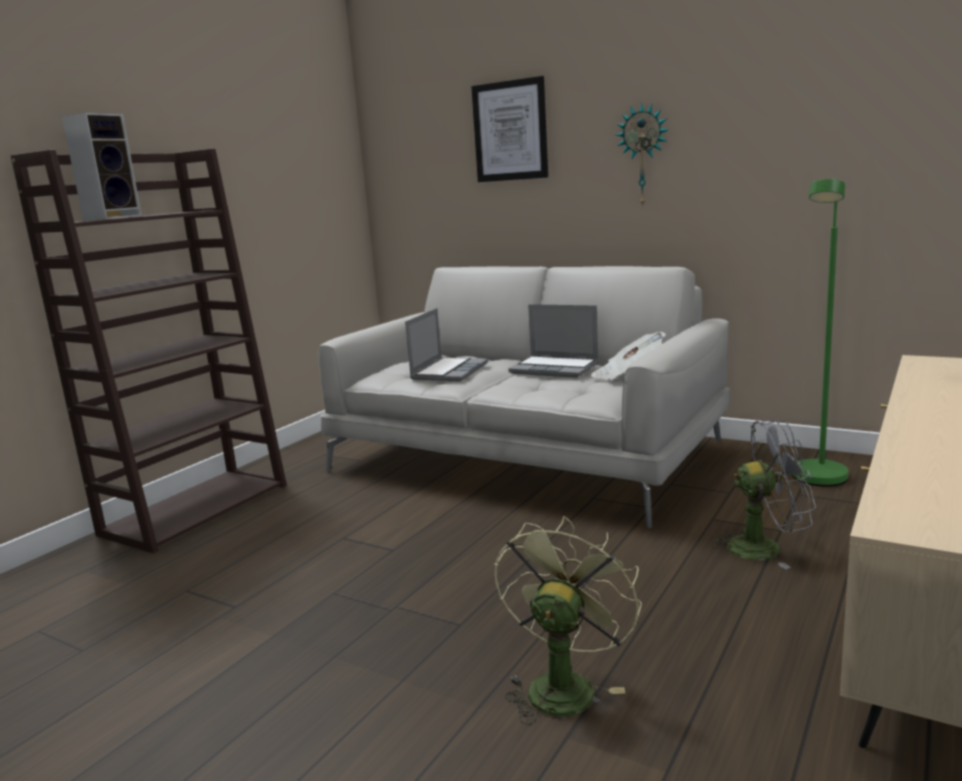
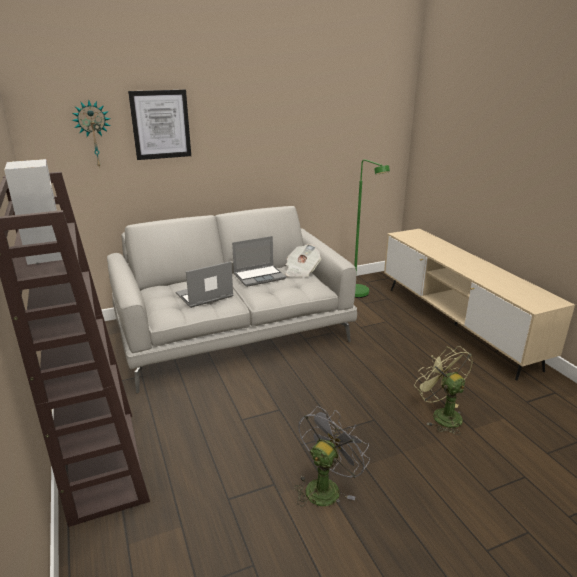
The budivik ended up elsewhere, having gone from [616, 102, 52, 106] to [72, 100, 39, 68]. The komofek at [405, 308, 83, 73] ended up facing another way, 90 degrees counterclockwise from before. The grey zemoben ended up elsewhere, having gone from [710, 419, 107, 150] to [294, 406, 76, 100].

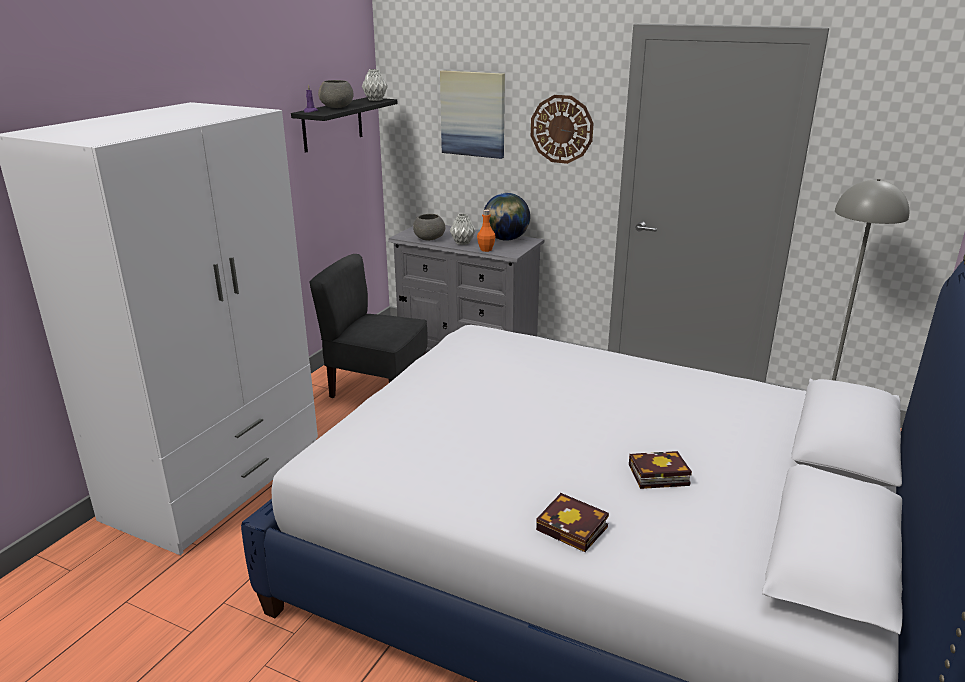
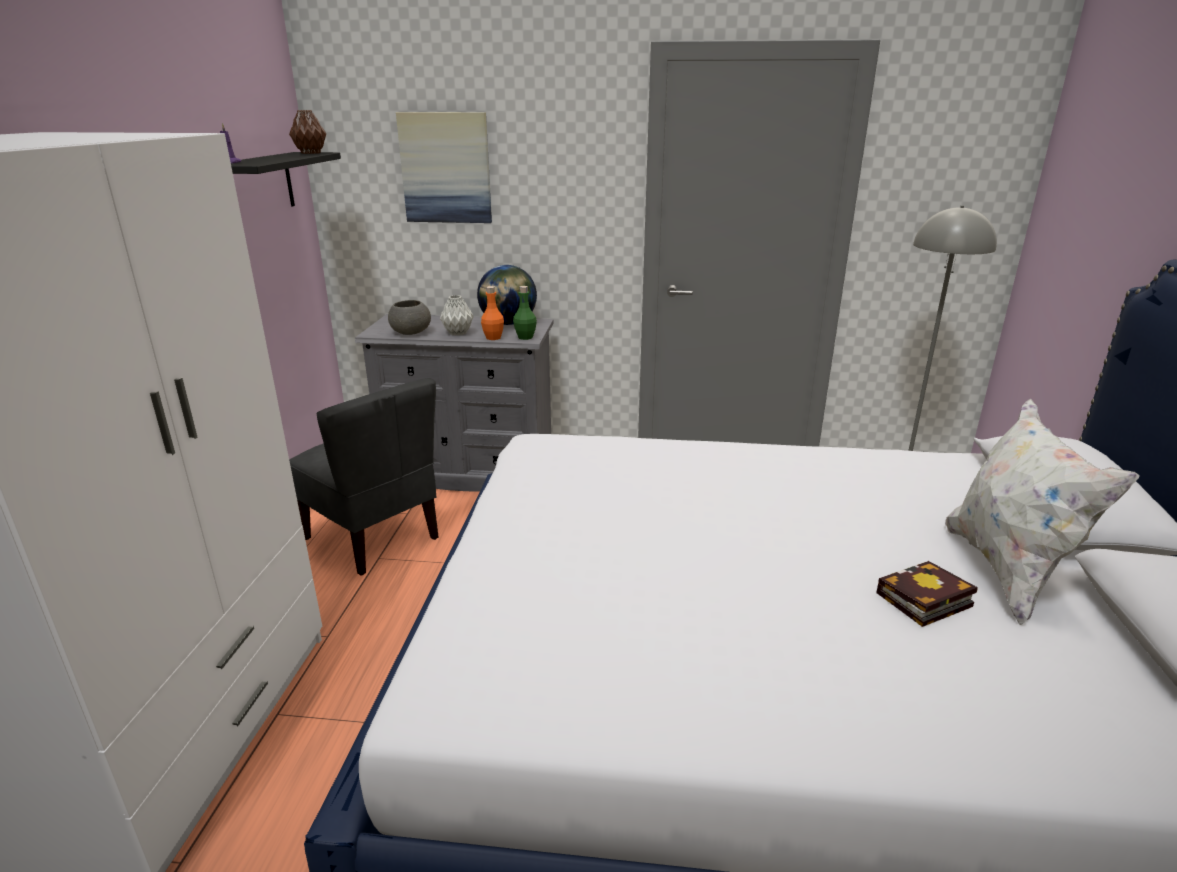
What was the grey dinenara at [362, 69, 26, 32] turned into the brown dinenara at [289, 110, 37, 44]. The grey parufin at [310, 254, 118, 144] ended up facing another way, 135 degrees counterclockwise from before. The second view gained the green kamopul at [513, 286, 24, 54]. The second view gained the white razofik at [945, 399, 194, 226]. The second view lost the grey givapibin at [318, 80, 36, 28]. The second view lost the budivik at [531, 95, 63, 69]. The second view lost the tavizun at [536, 493, 73, 59].

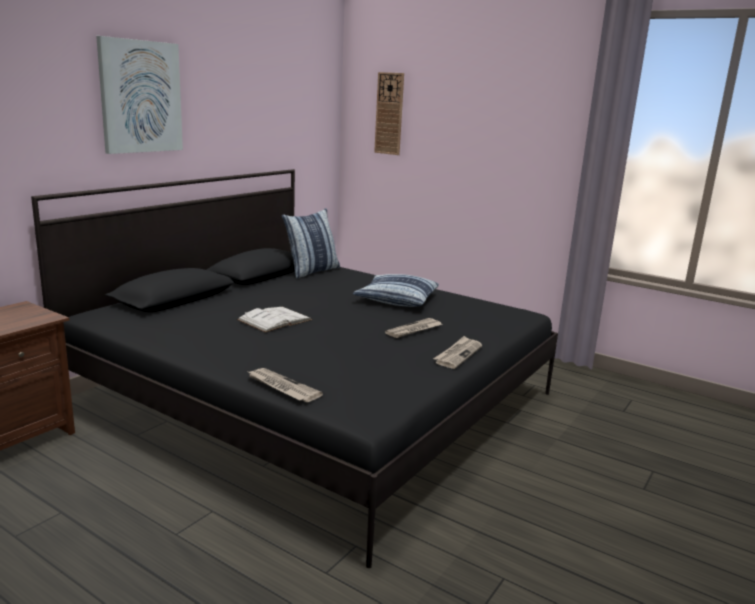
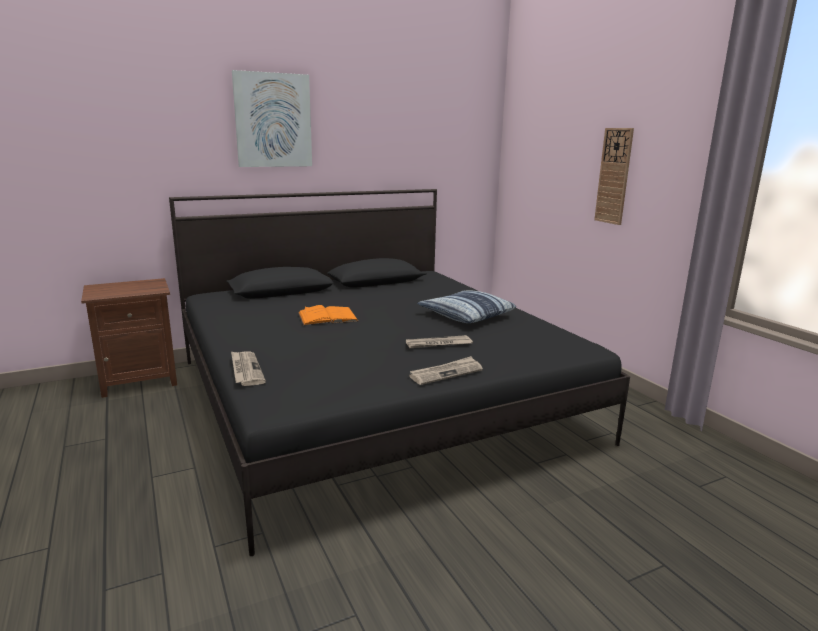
What was the white tavizun at [237, 307, 75, 26] turned into the orange tavizun at [298, 305, 60, 20]. The budivik ended up elsewhere, having gone from [374, 72, 30, 83] to [594, 128, 40, 97]. The second view lost the razofik at [282, 208, 58, 70].

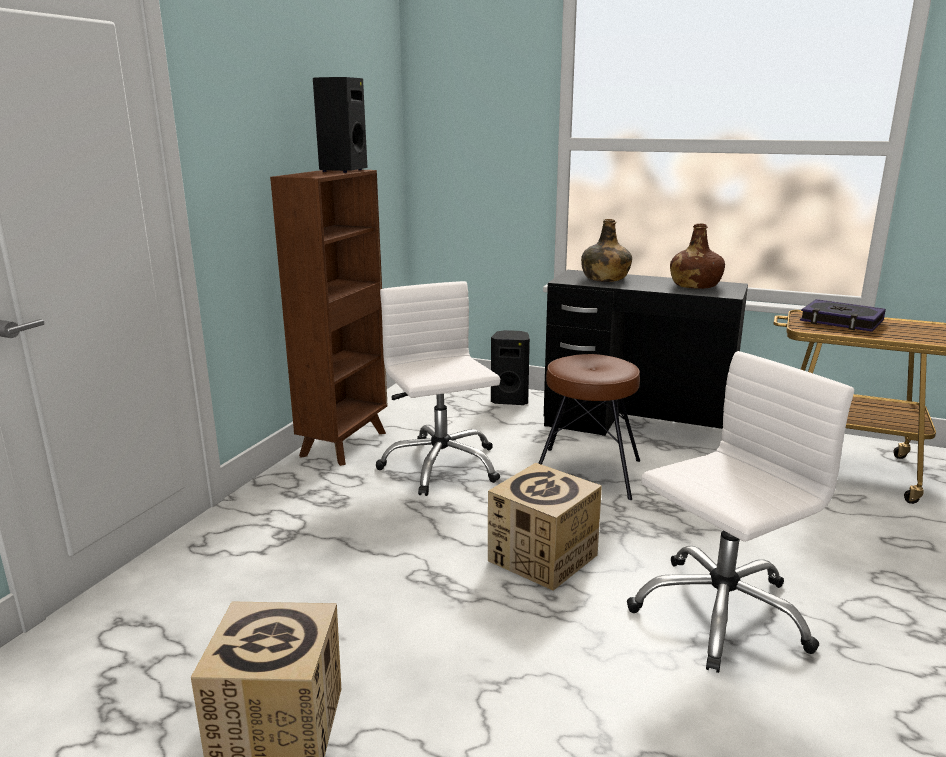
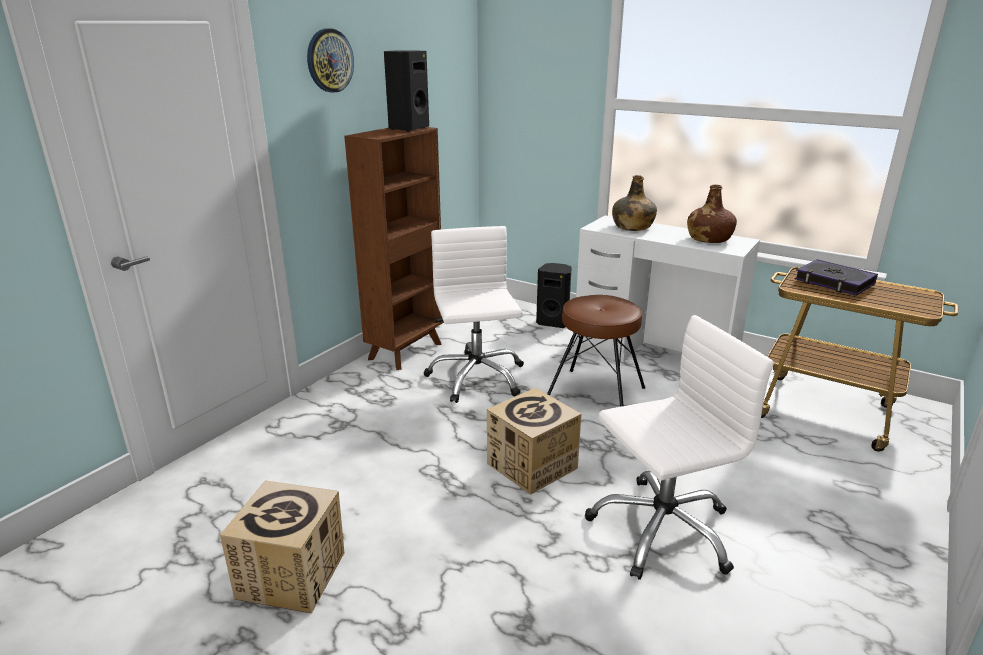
The second view gained the budivik at [307, 28, 47, 65]. What was the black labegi at [544, 270, 204, 166] turned into the white labegi at [574, 215, 186, 147].

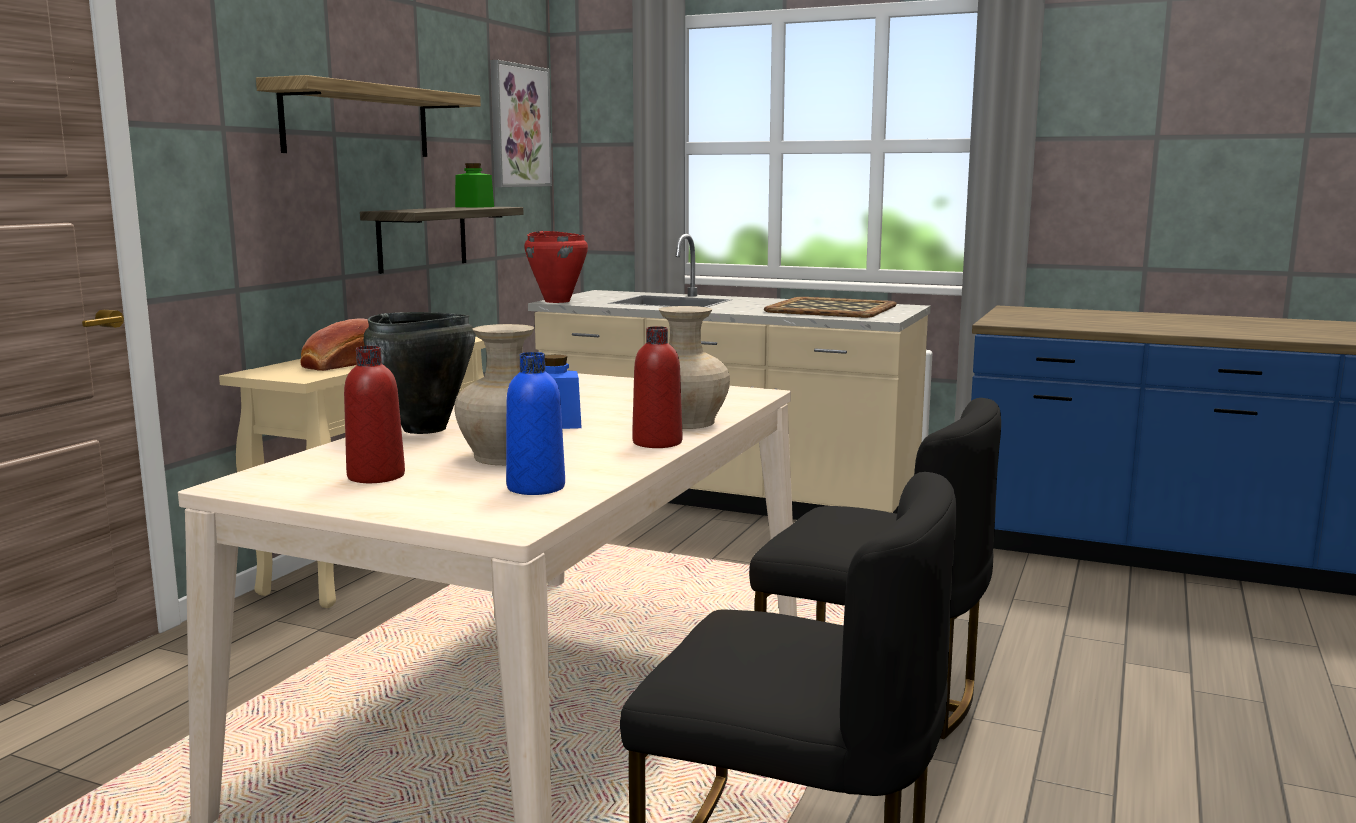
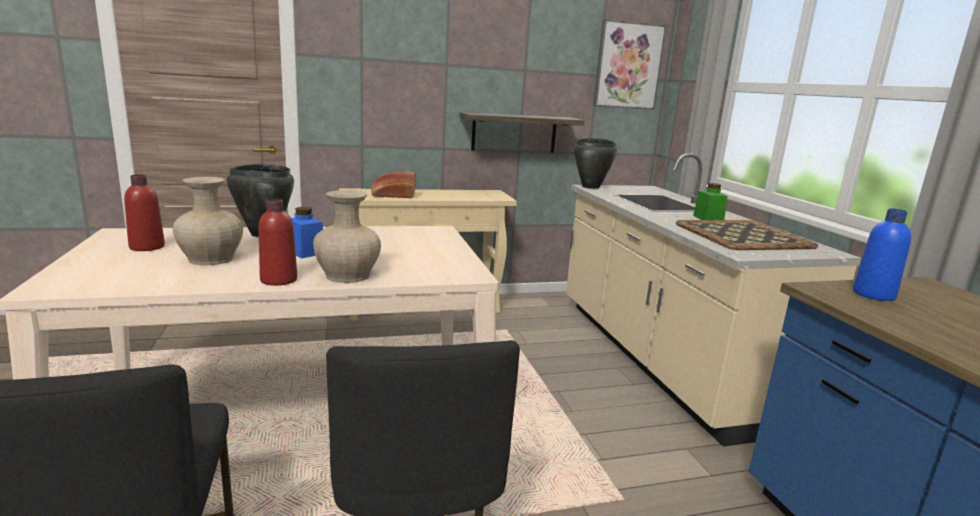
What was the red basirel at [524, 231, 64, 72] turned into the black basirel at [574, 138, 43, 51]. The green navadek ended up elsewhere, having gone from [455, 163, 39, 45] to [693, 183, 35, 37]. The blue kamopul ended up elsewhere, having gone from [506, 352, 59, 143] to [853, 208, 58, 93]. The second view lost the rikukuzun at [256, 75, 225, 82].

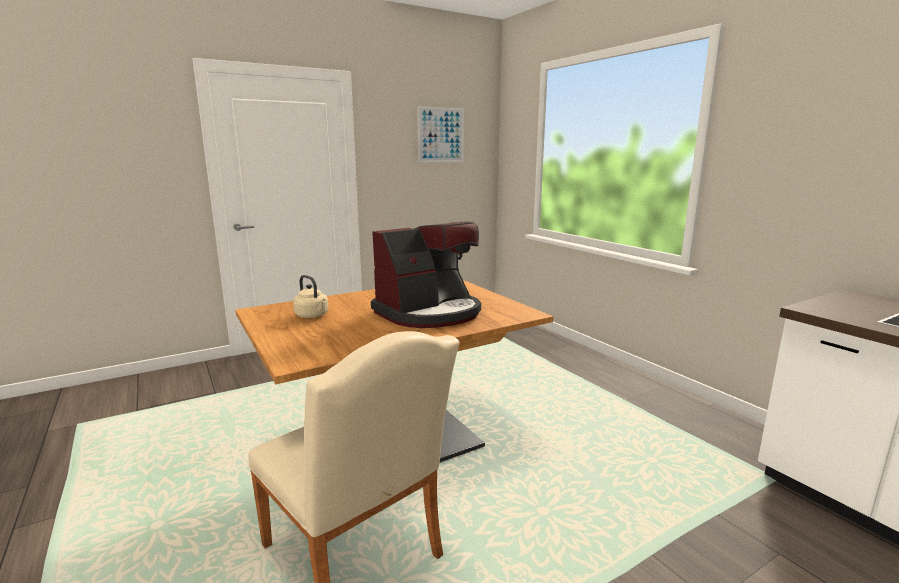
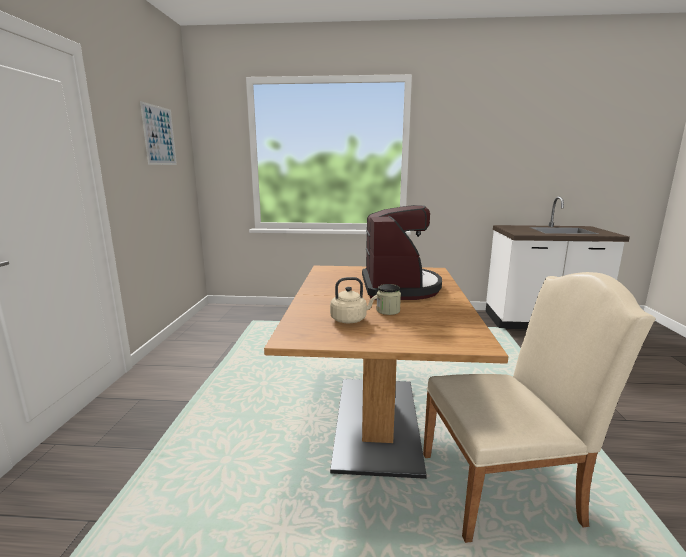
The second view gained the navadek at [376, 284, 25, 31].

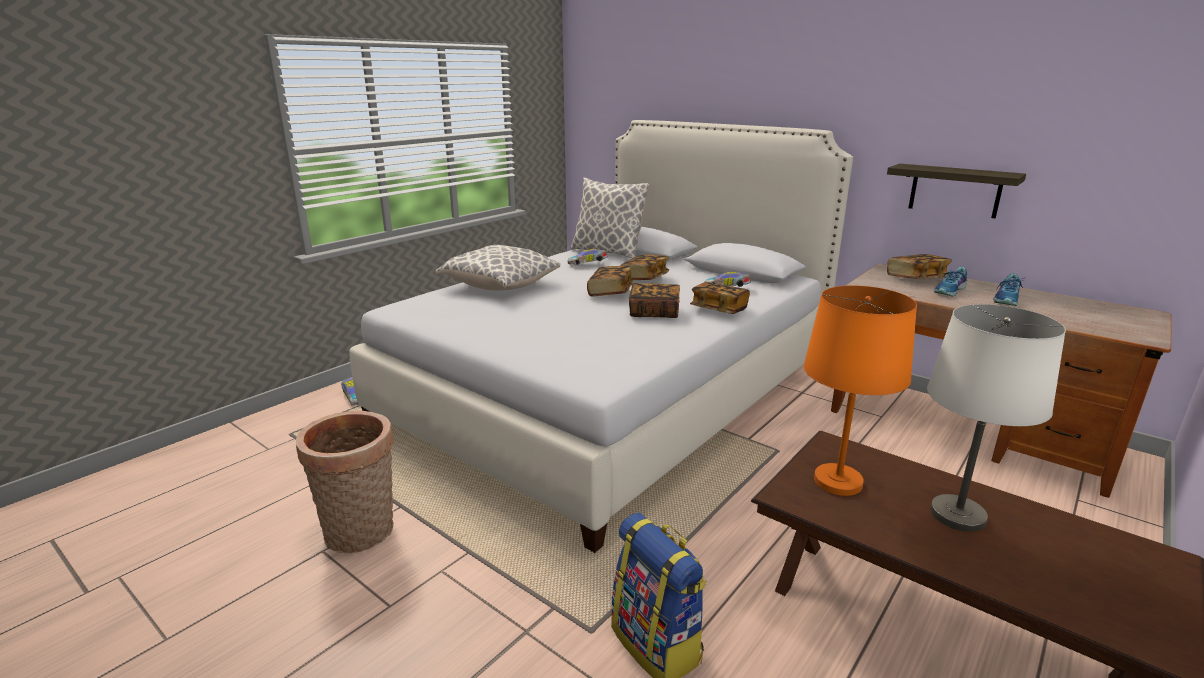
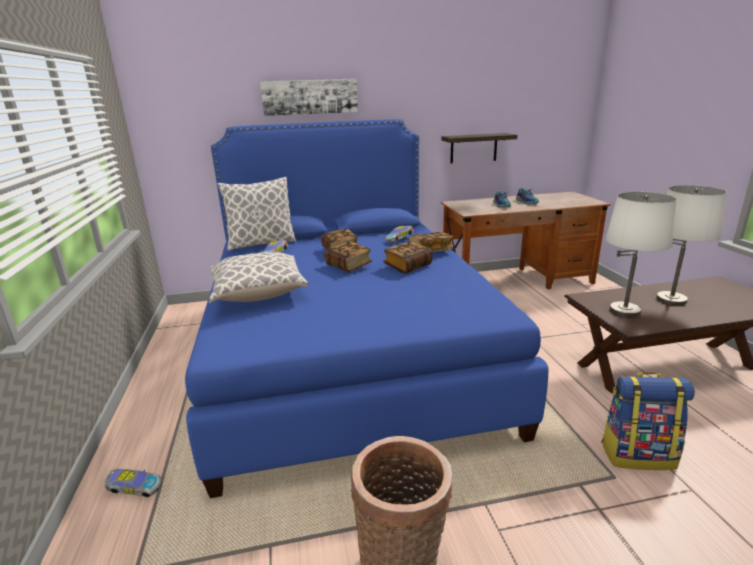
What was the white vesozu at [349, 120, 504, 433] turned into the blue vesozu at [185, 119, 363, 379]. The second view gained the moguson at [260, 79, 98, 37]. What was the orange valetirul at [804, 286, 113, 210] turned into the white valetirul at [605, 192, 72, 125]. The second view lost the tavizun at [887, 254, 65, 25].

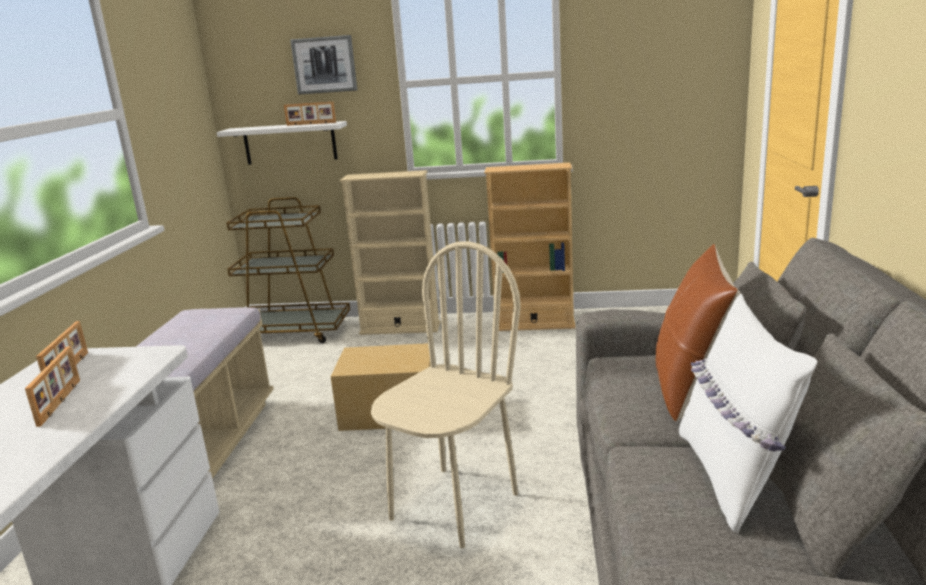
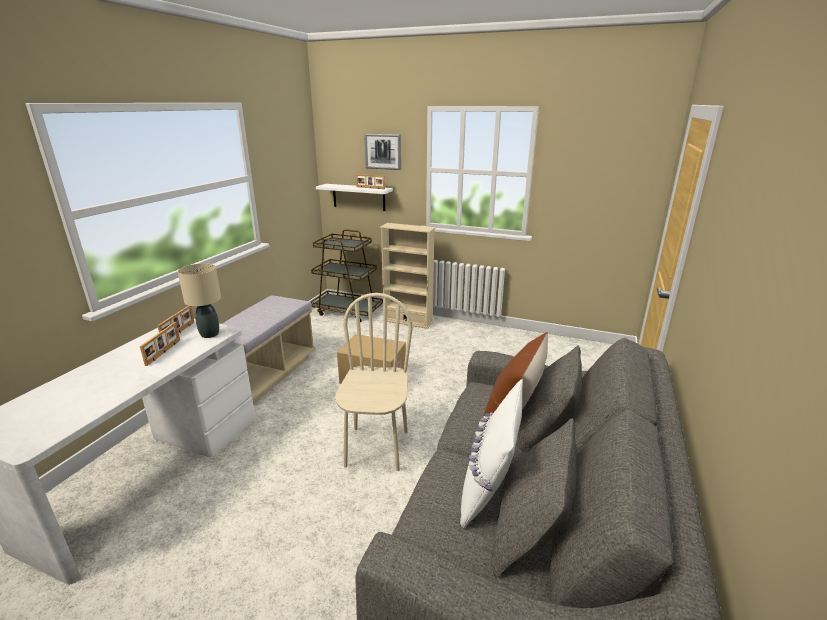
The second view gained the beige valetirul at [177, 263, 44, 75]. The beige parufin at [371, 241, 150, 308] ended up facing another way, 45 degrees counterclockwise from before. The second view lost the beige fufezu at [484, 162, 91, 169].

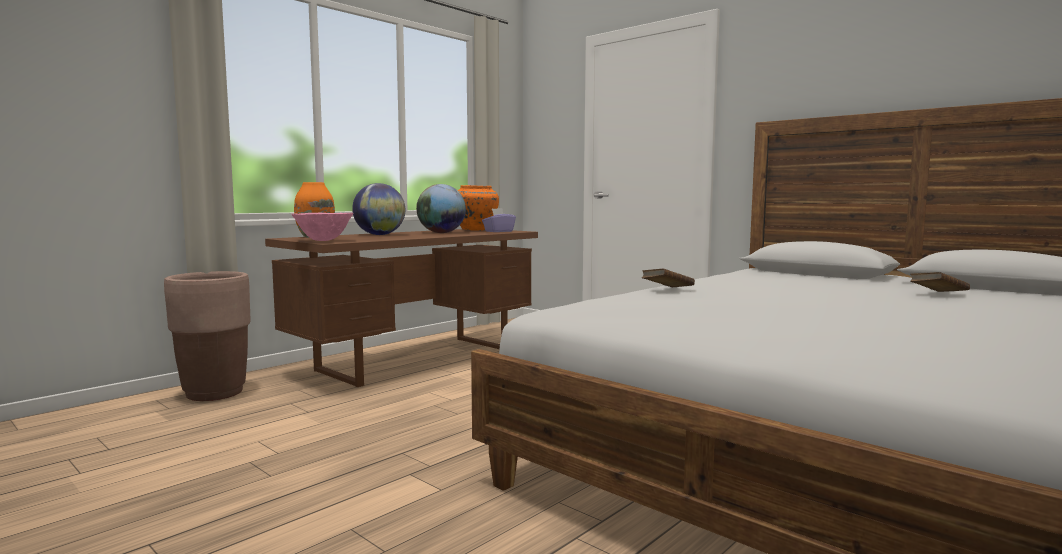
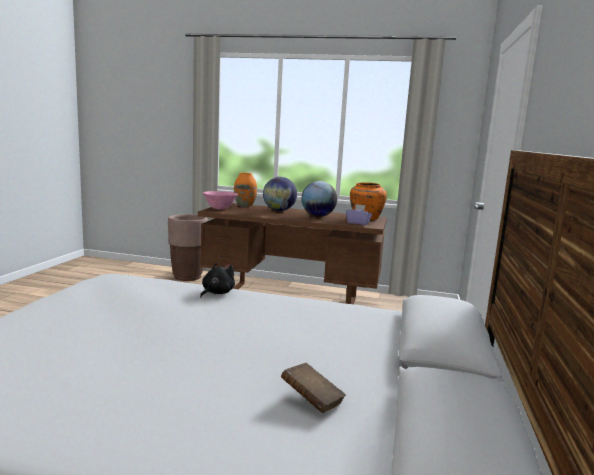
Where the brown tavizun stood at [642, 269, 53, 18], the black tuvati came to stand at [200, 262, 35, 36].

